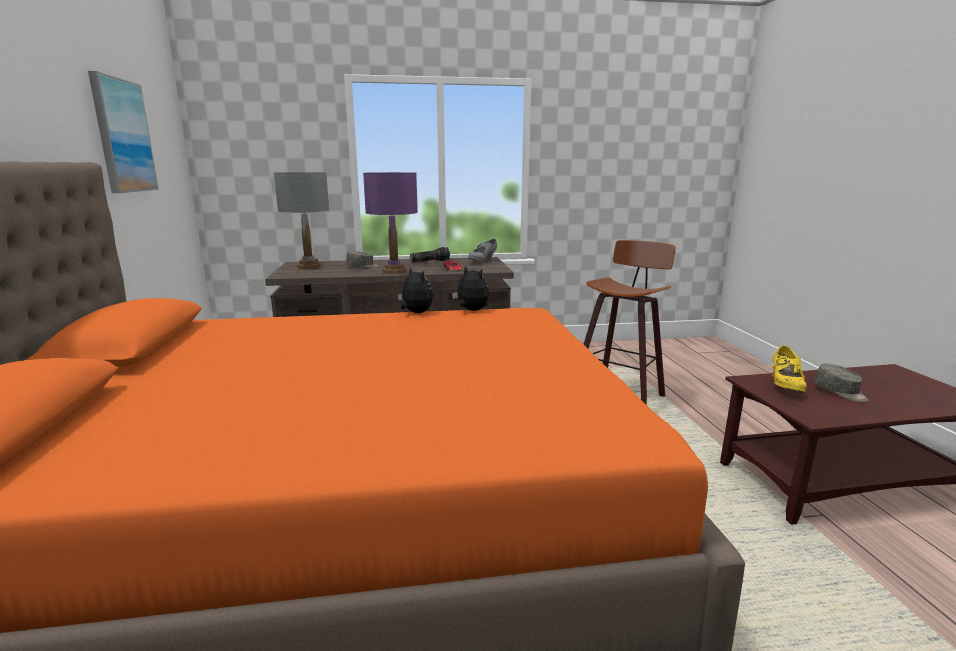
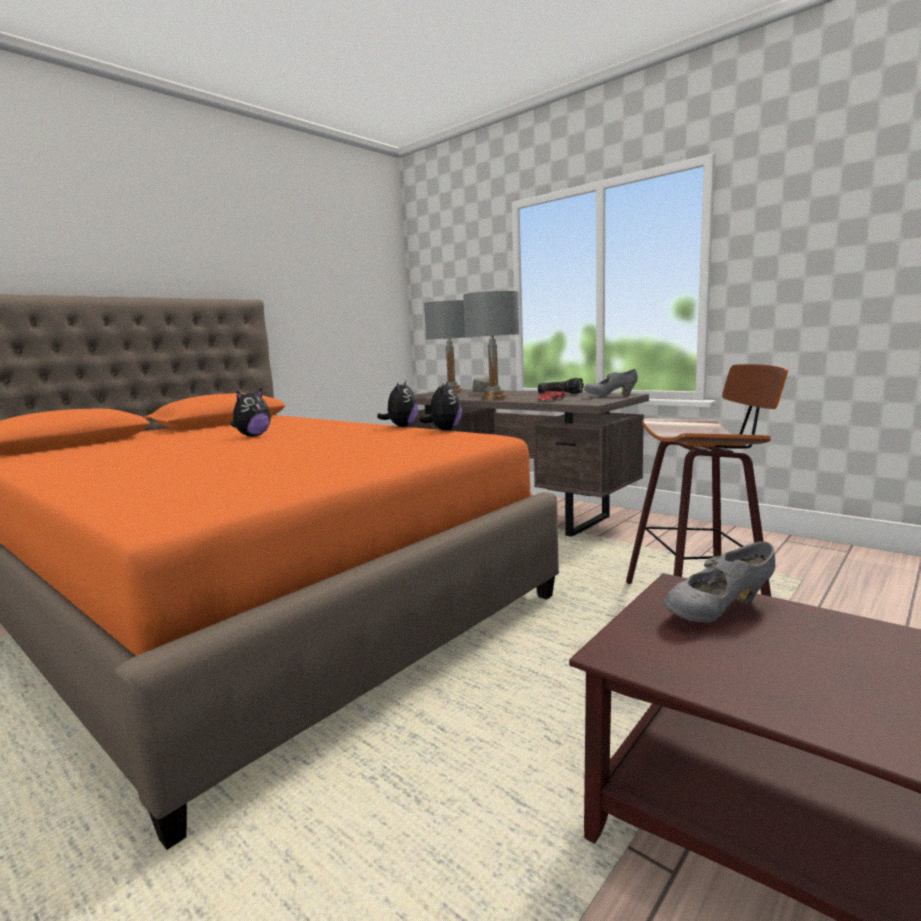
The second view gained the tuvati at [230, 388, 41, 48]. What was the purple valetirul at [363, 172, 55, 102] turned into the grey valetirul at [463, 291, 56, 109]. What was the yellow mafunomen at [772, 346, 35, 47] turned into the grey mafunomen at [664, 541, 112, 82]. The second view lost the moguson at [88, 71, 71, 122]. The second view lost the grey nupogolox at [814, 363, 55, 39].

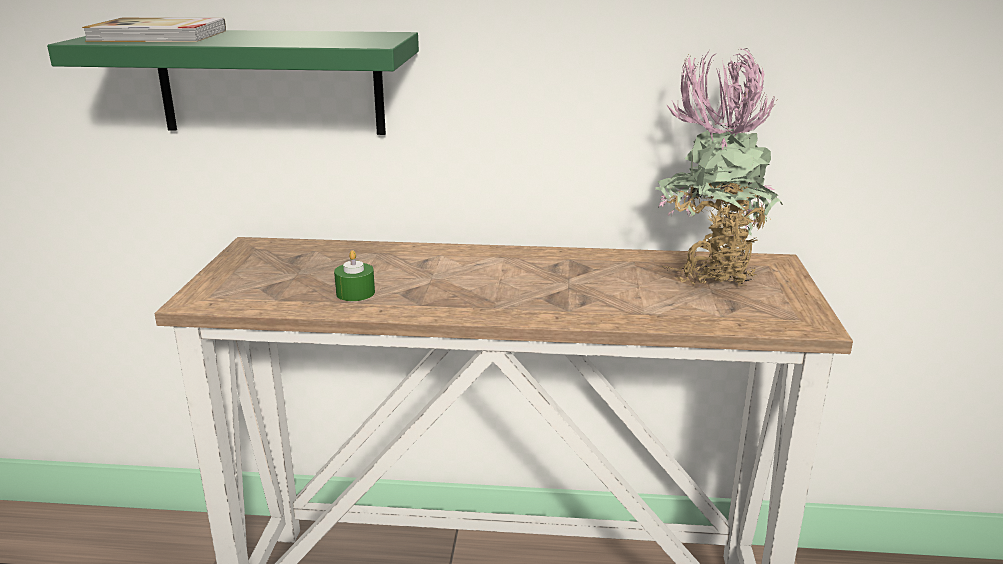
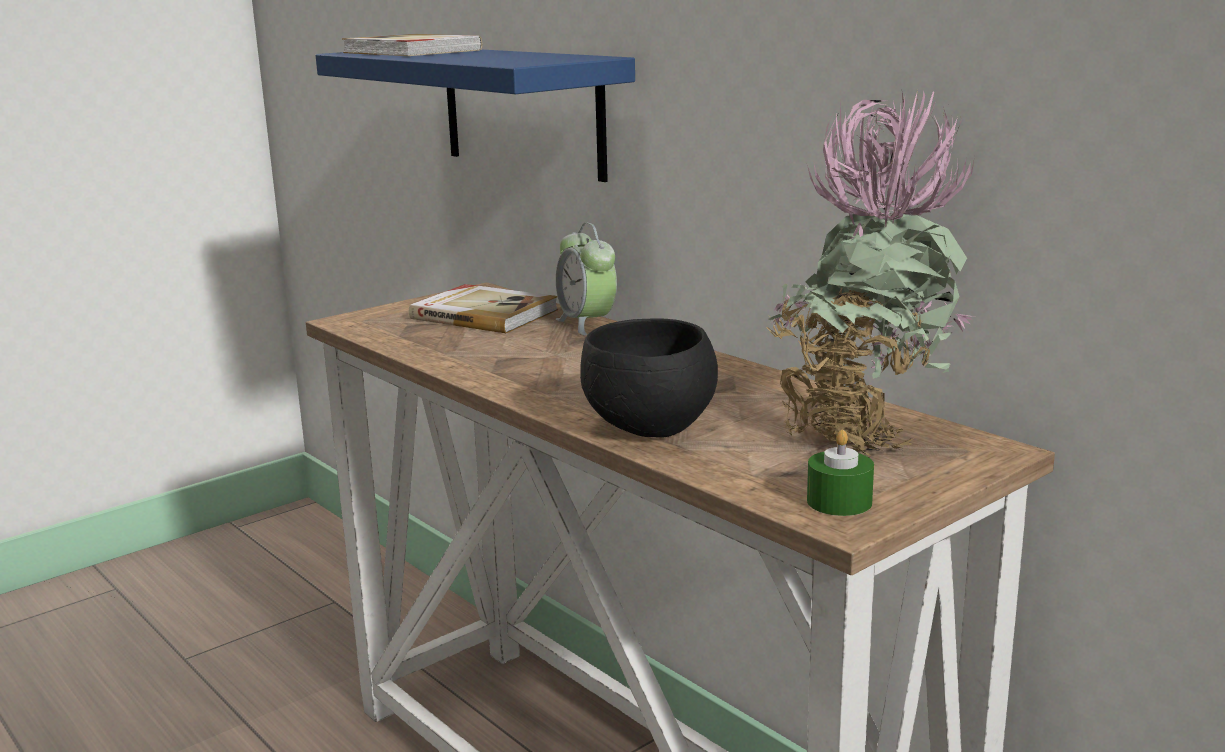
What was the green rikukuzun at [47, 30, 372, 105] turned into the blue rikukuzun at [315, 49, 320, 133]. The second view gained the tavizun at [409, 284, 149, 49]. The second view gained the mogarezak at [556, 223, 61, 113]. The second view gained the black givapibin at [580, 318, 138, 120]. The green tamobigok ended up elsewhere, having gone from [334, 250, 41, 51] to [807, 430, 67, 86].

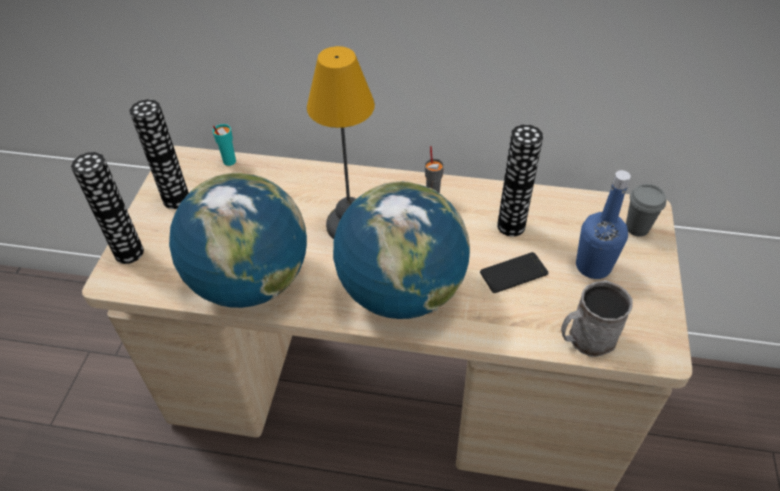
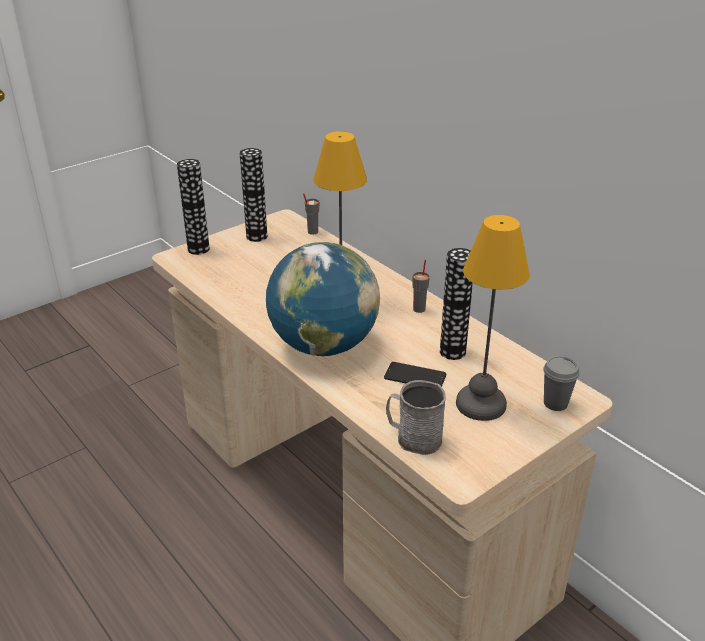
What was the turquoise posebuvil at [213, 124, 23, 42] turned into the grey posebuvil at [303, 193, 16, 42]. Where the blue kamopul stood at [576, 170, 55, 109], the valetirul came to stand at [456, 215, 74, 206]. The second view lost the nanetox at [169, 172, 138, 136].

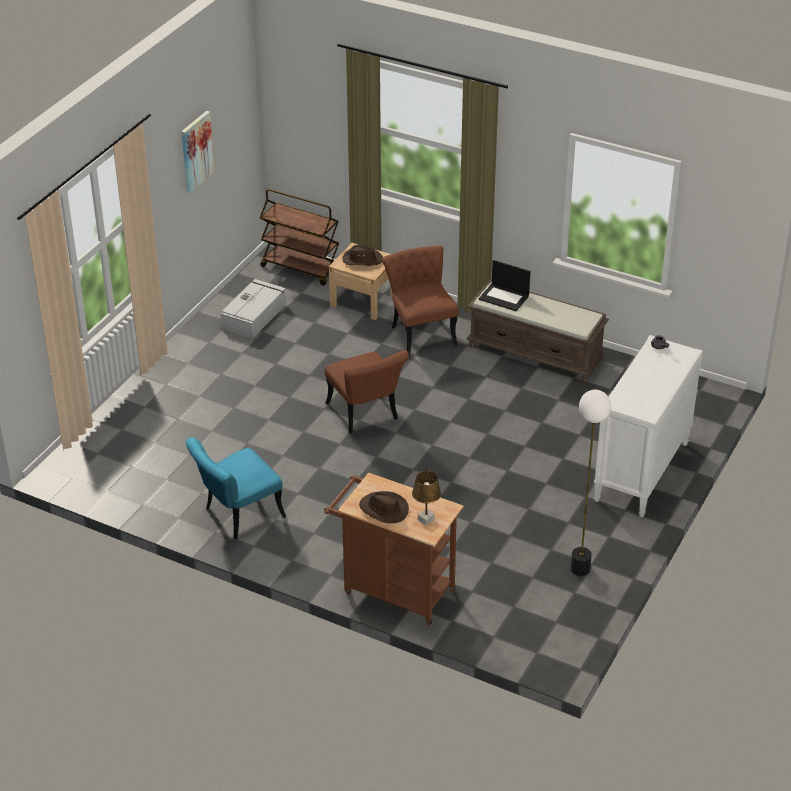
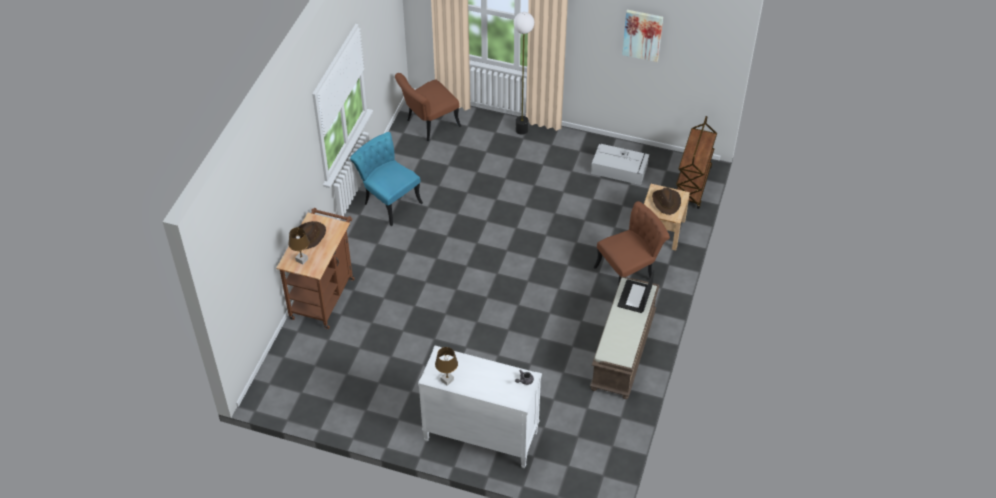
The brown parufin ended up elsewhere, having gone from [325, 350, 84, 83] to [395, 73, 66, 68]. The second view gained the brown valetirul at [435, 347, 23, 39]. The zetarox ended up elsewhere, having gone from [571, 390, 40, 186] to [514, 12, 20, 123].

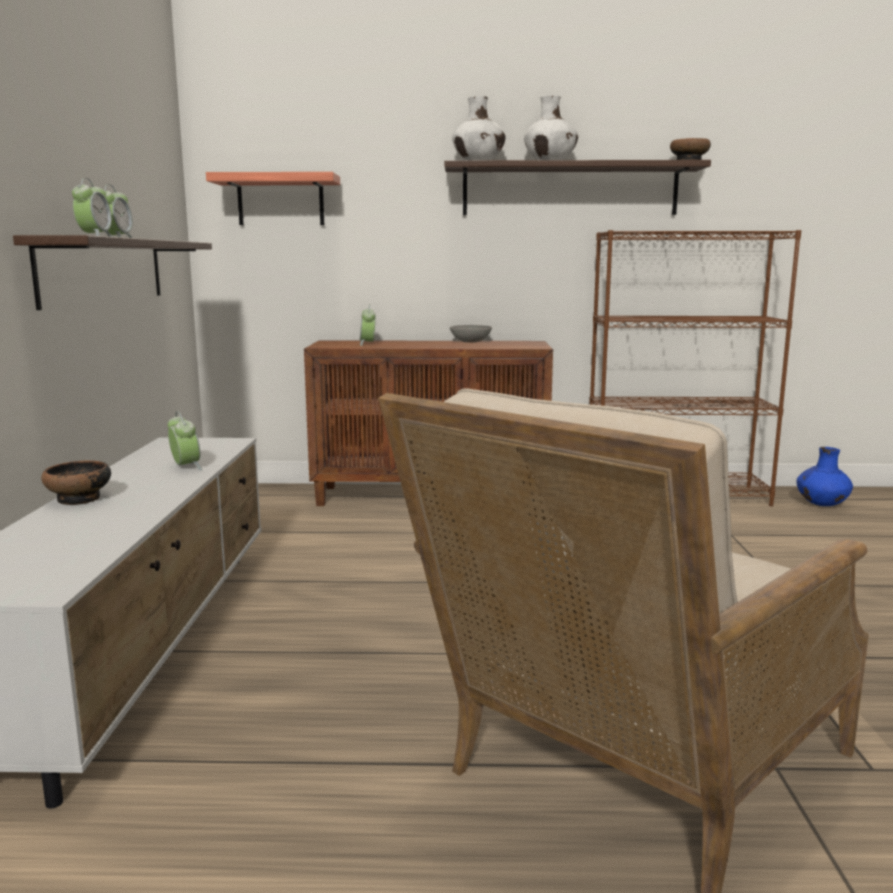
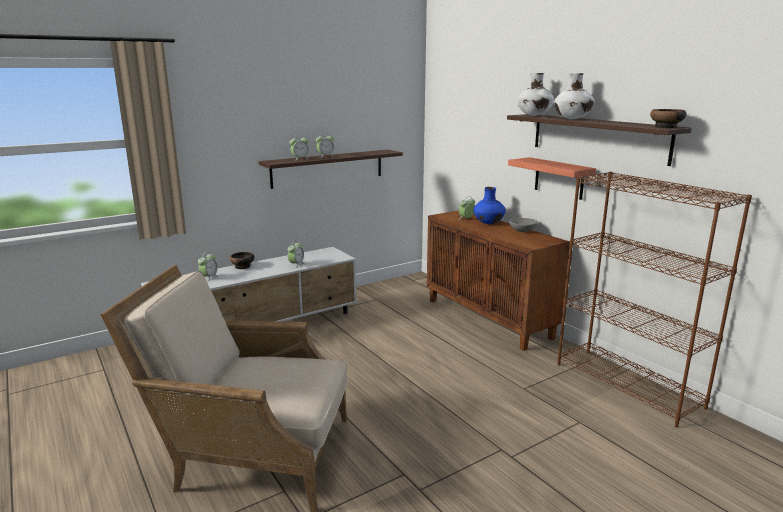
The second view gained the mogarezak at [198, 252, 21, 30]. The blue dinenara ended up elsewhere, having gone from [797, 447, 56, 59] to [473, 187, 33, 37]. The rikukuzun ended up elsewhere, having gone from [206, 172, 134, 53] to [508, 157, 88, 43].

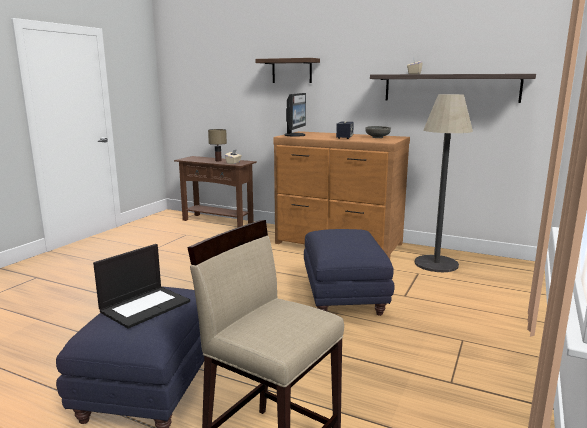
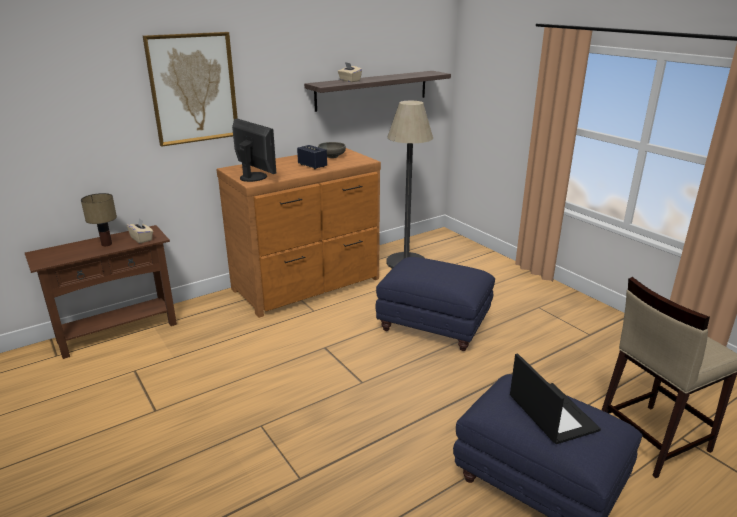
Where the rikukuzun hung at [255, 58, 65, 25], the moguson came to hang at [143, 32, 95, 115].

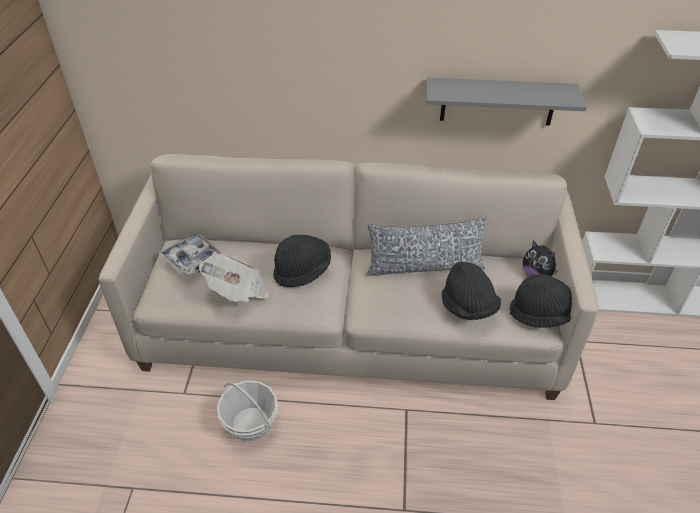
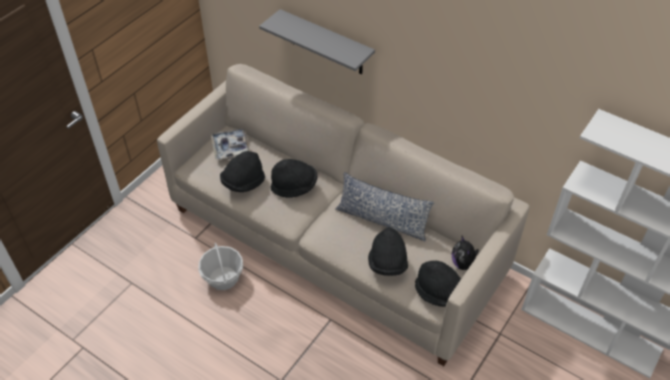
Where the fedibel stood at [199, 253, 70, 49], the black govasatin came to stand at [220, 151, 45, 41]. The grey rikukuzun ended up elsewhere, having gone from [426, 78, 161, 48] to [259, 9, 116, 65].

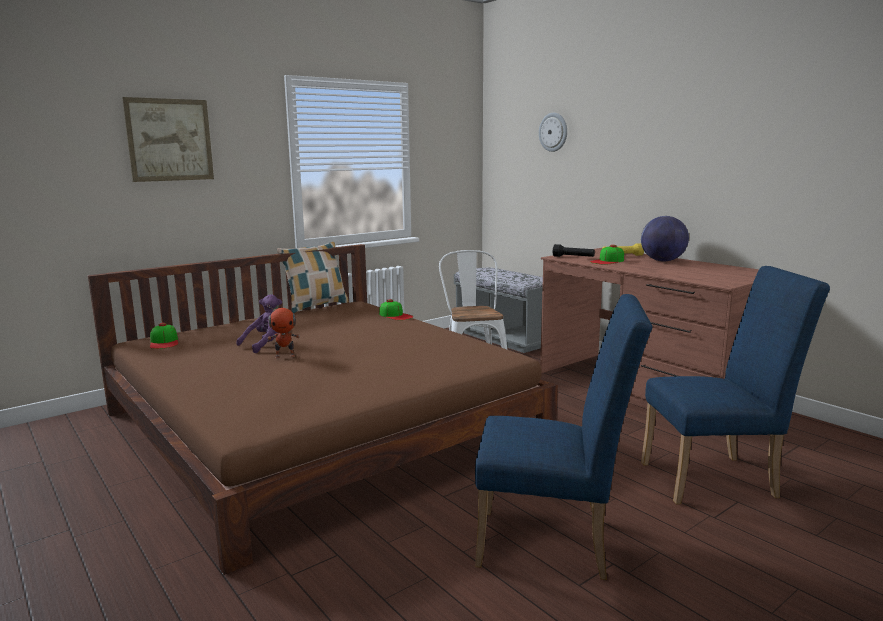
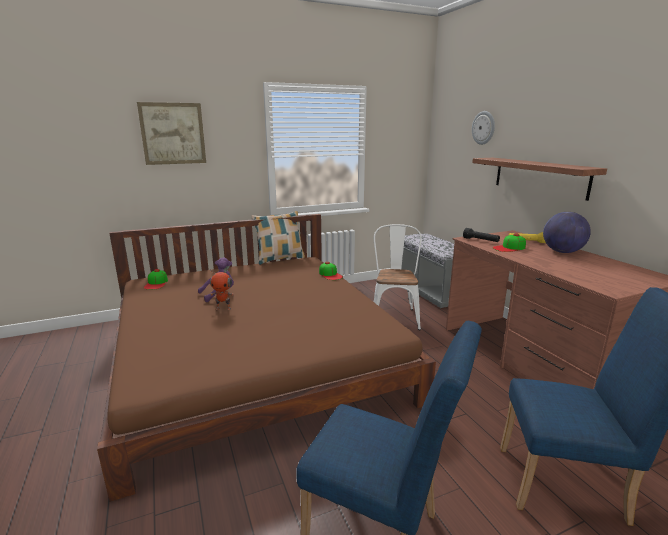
The second view gained the rikukuzun at [472, 158, 135, 43].

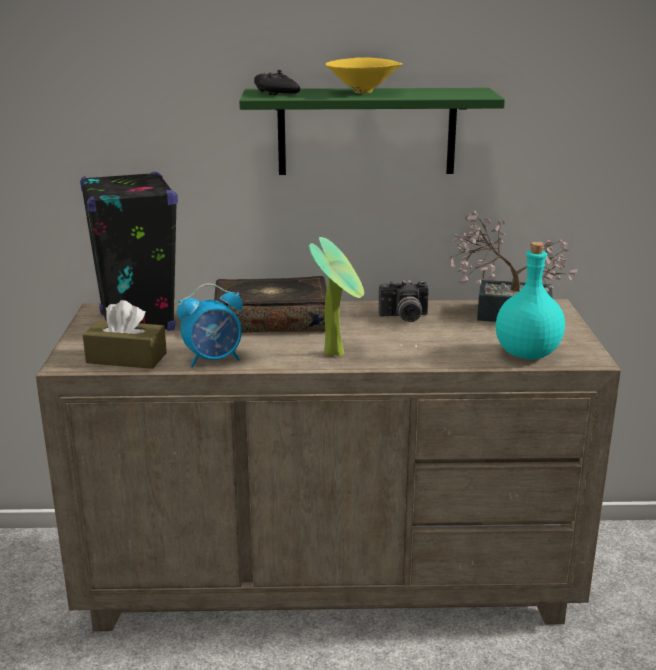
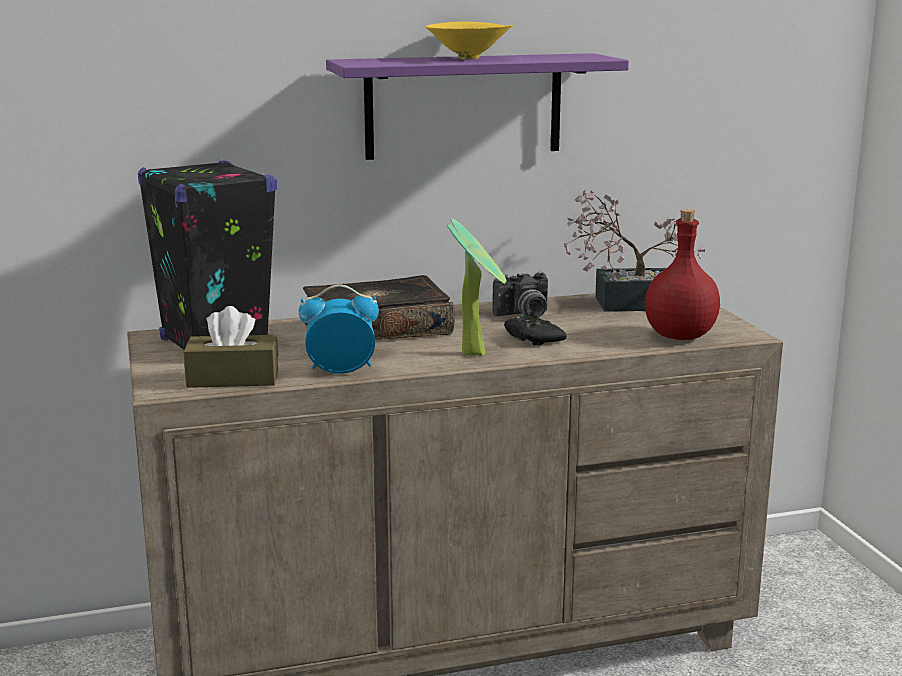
The mogarezak at [177, 283, 66, 85] ended up facing another way, 150 degrees counterclockwise from before. What was the green rikukuzun at [239, 88, 266, 87] turned into the purple rikukuzun at [326, 53, 303, 107]. The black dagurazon ended up elsewhere, having gone from [254, 70, 46, 25] to [504, 311, 63, 34]. What was the turquoise kamopul at [496, 242, 69, 118] turned into the red kamopul at [645, 209, 75, 131].

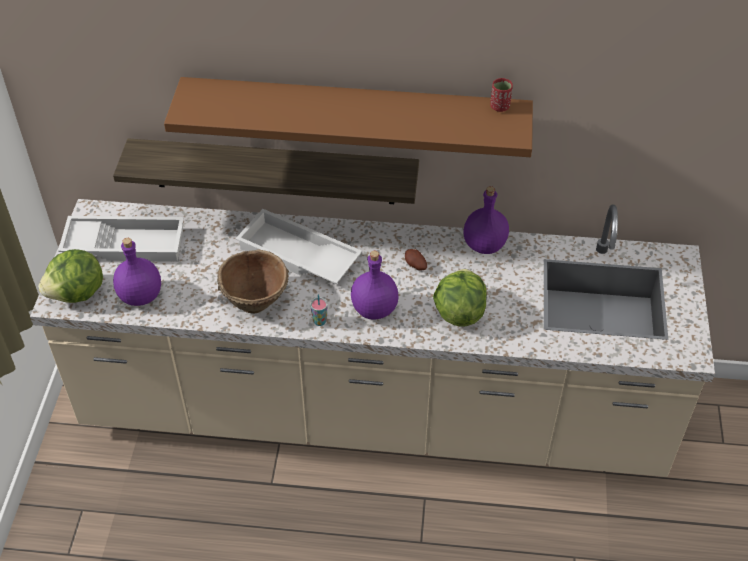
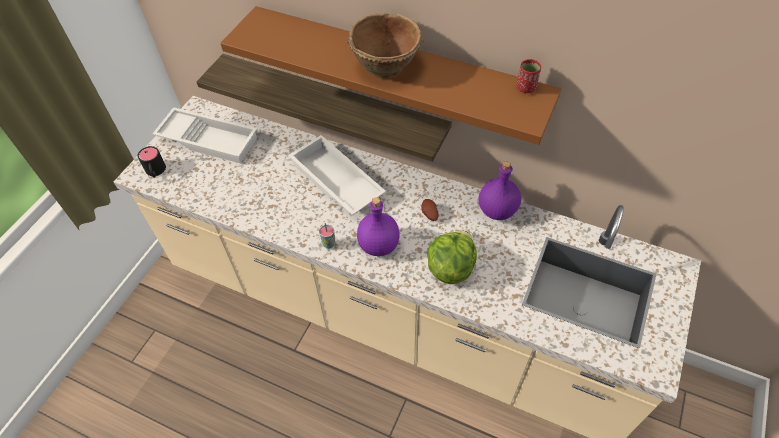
Where the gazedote stood at [38, 249, 65, 54], the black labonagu came to stand at [137, 146, 29, 32]. The brown givapibin ended up elsewhere, having gone from [217, 249, 72, 64] to [347, 13, 77, 66]. The second view lost the purple kamopul at [113, 238, 48, 68].

